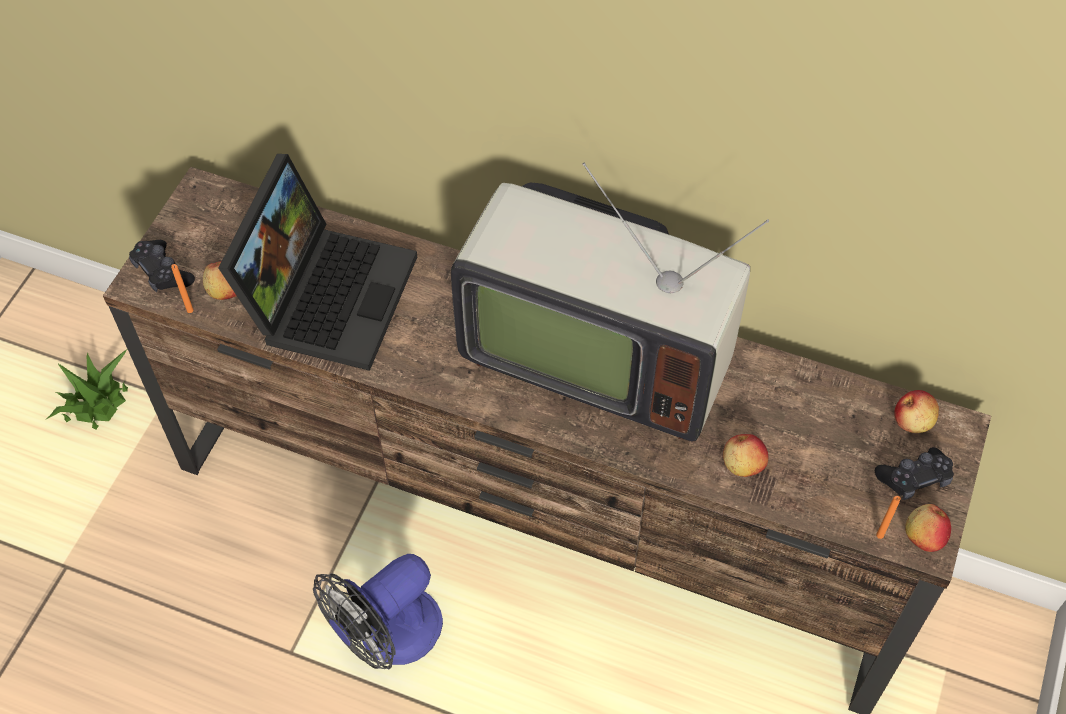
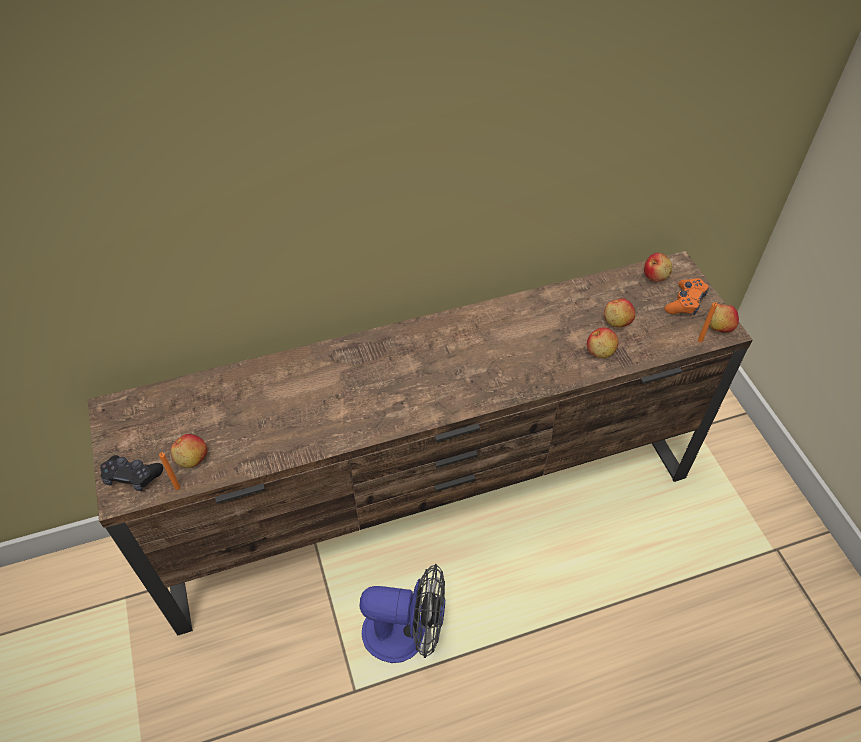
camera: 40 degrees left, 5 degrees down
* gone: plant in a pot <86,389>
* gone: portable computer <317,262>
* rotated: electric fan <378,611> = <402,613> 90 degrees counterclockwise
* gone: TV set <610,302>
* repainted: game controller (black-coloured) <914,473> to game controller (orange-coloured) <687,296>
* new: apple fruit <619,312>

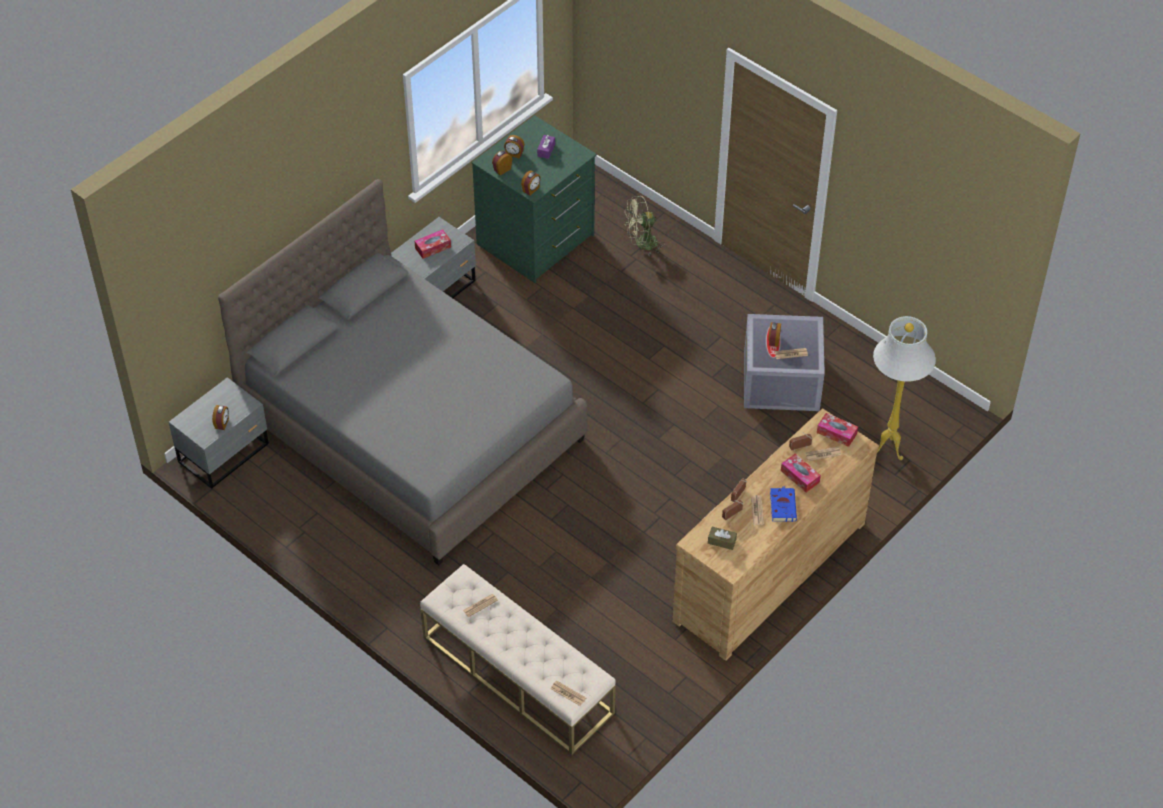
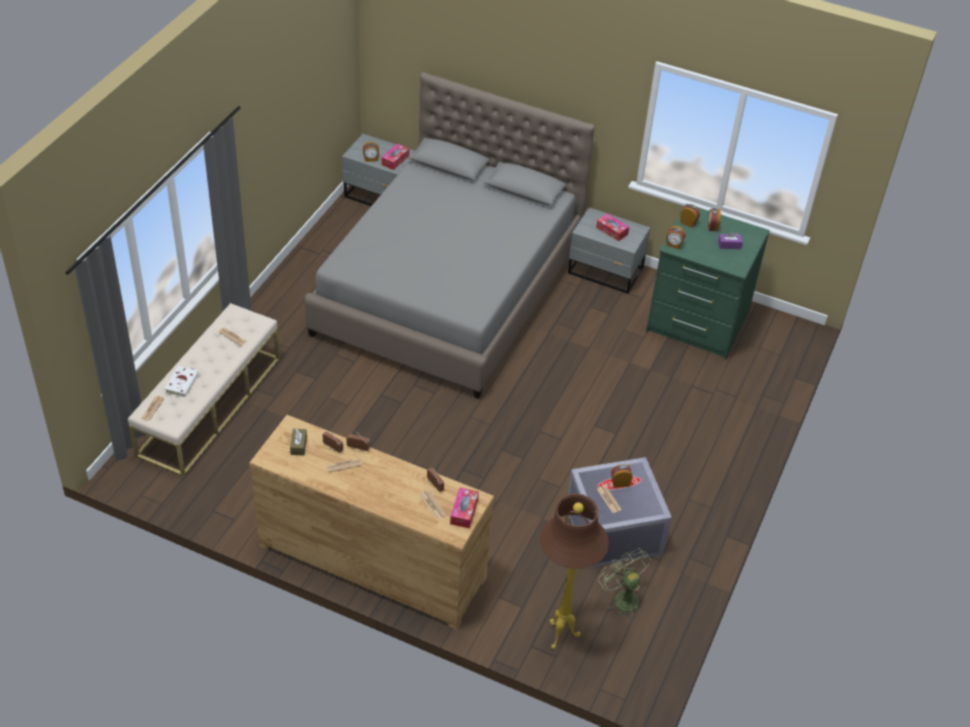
camera: 70 degrees right, 5 degrees down
* shifted: electric fan (green-coloured) <645,226> to <624,583>
* gone: volume (blue) <783,504>
* shifted: tissue box <801,473> to <395,157>
* repainted: standard lamp (whitish) <904,388> to standard lamp (brownish) <574,571>
* new: volume (whitish) <182,381>

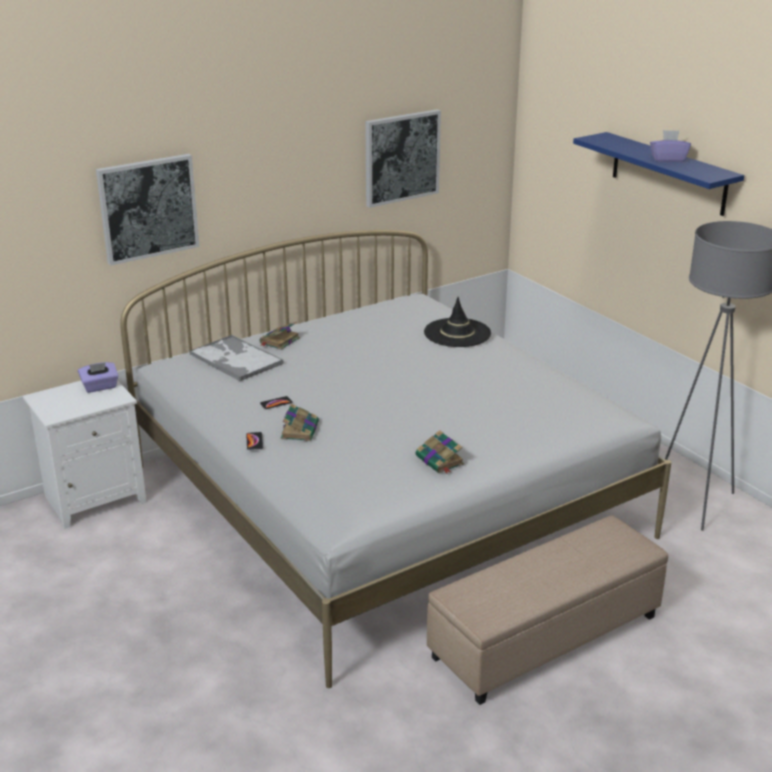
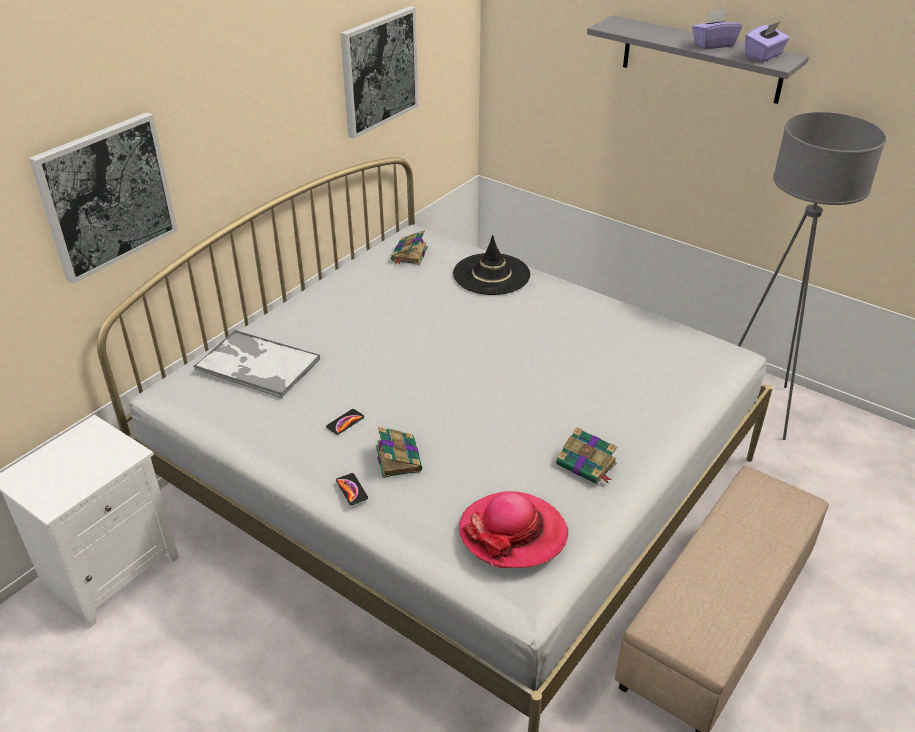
camera: 20 degrees left, 10 degrees up
* shifted: tissue box (purple) <98,377> to <767,41>
* shifted: volume <279,336> to <409,247>
* repainted: shelf (blue) <658,174> to shelf (grey) <698,59>
* new: clothing hat <513,529>

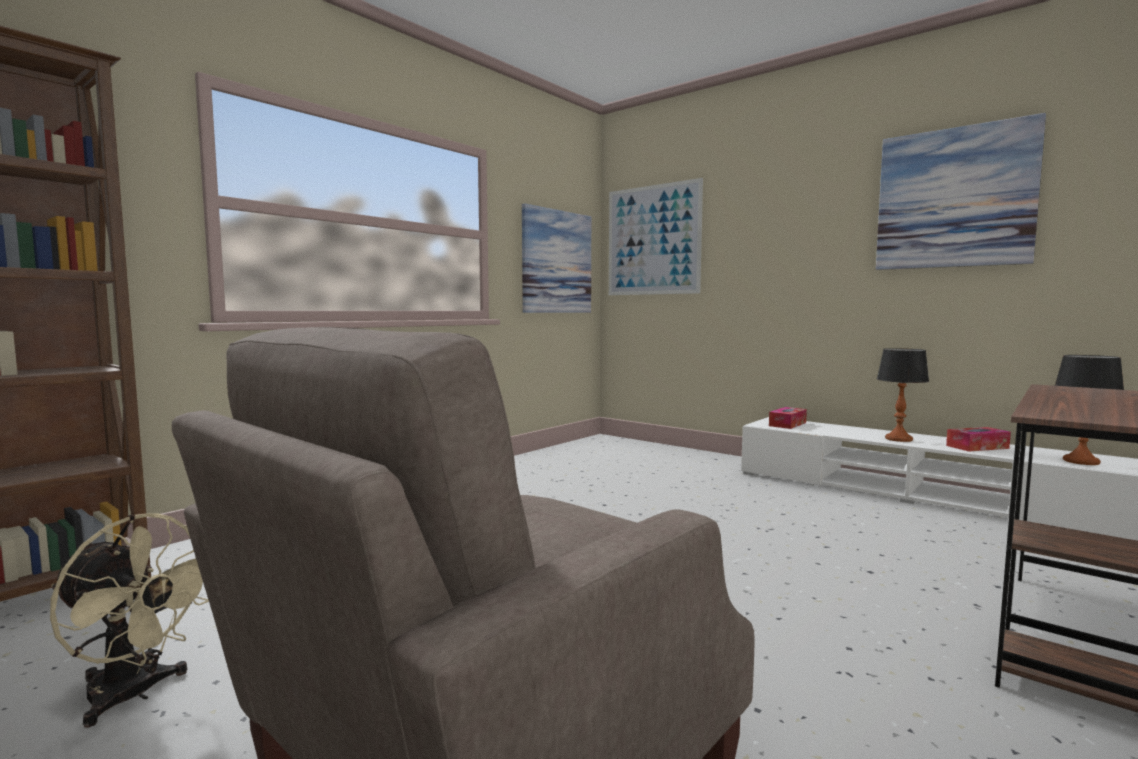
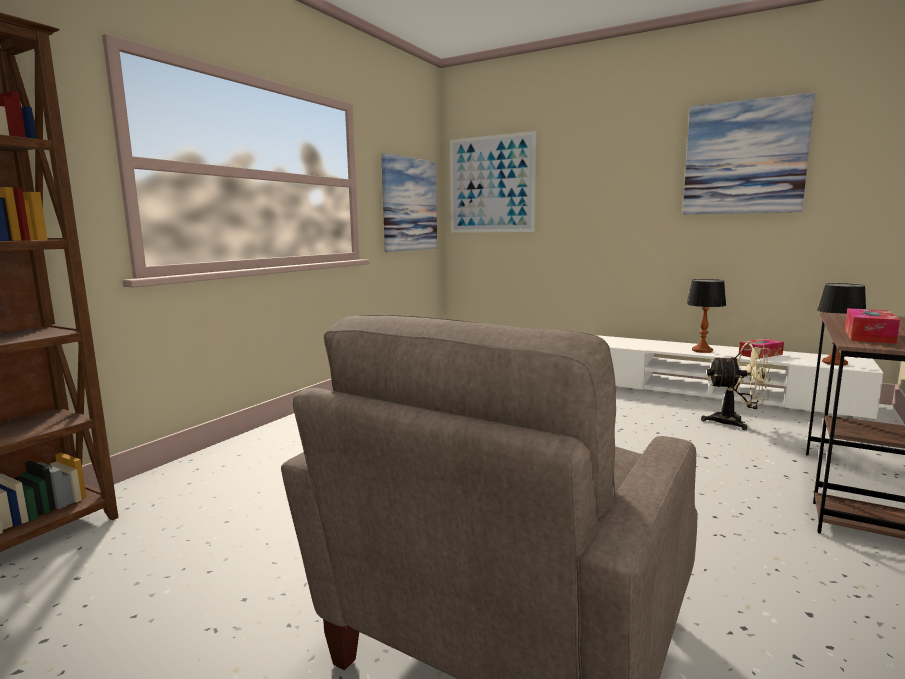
camera: 10 degrees left, 5 degrees up
* shifted: electric fan (sand-coloured) <129,620> to <737,386>
* shifted: tissue box <788,418> to <872,326>

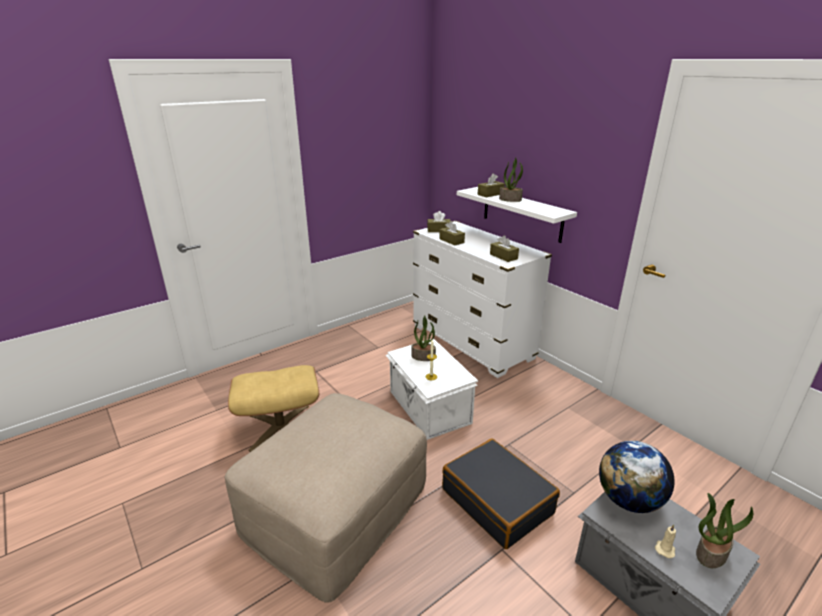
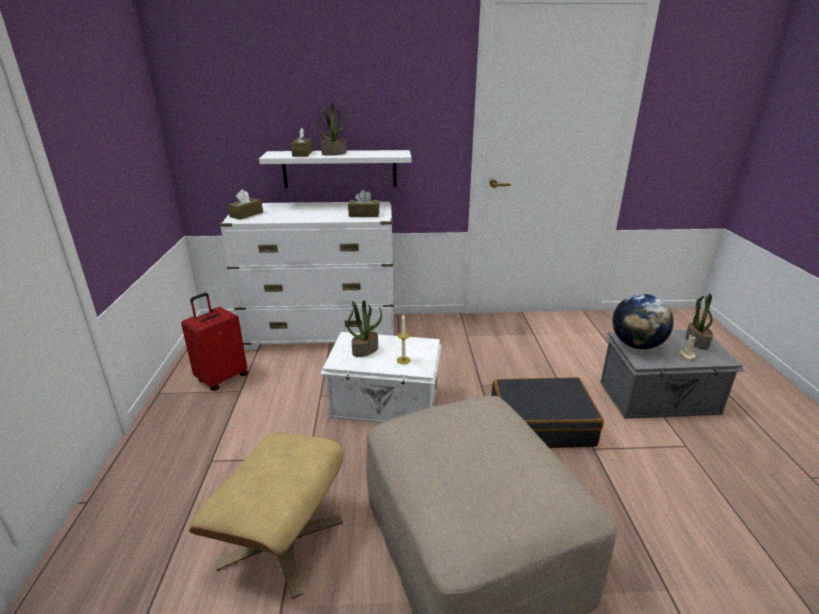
camera: 55 degrees left, 0 degrees up
* gone: tissue box (brownish) <452,233>
* new: travel case (red) <214,342>

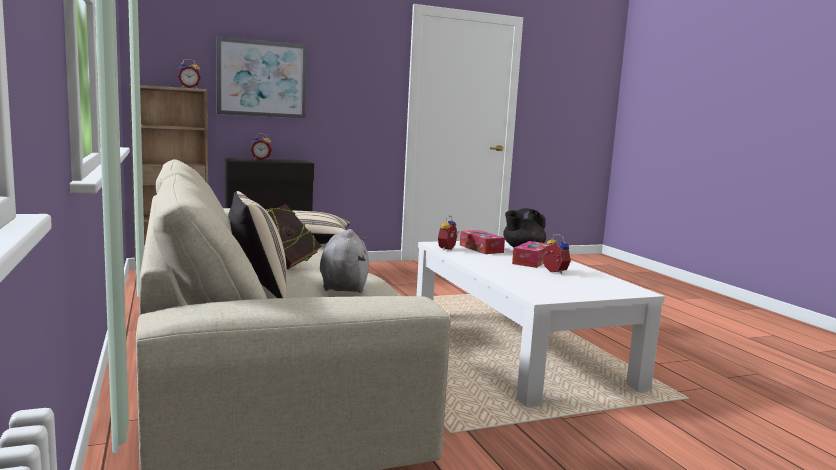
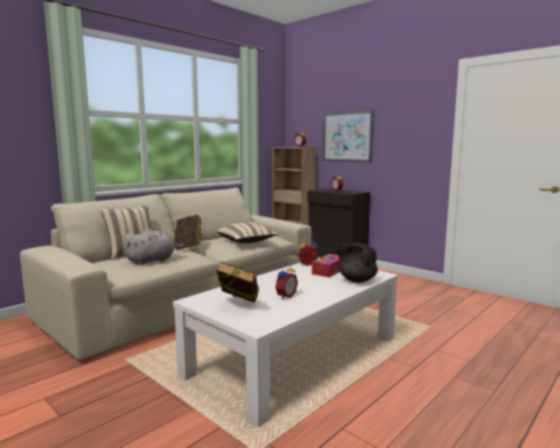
camera: 65 degrees right, 0 degrees up
* gone: tissue box <532,254>
* new: volume <237,282>

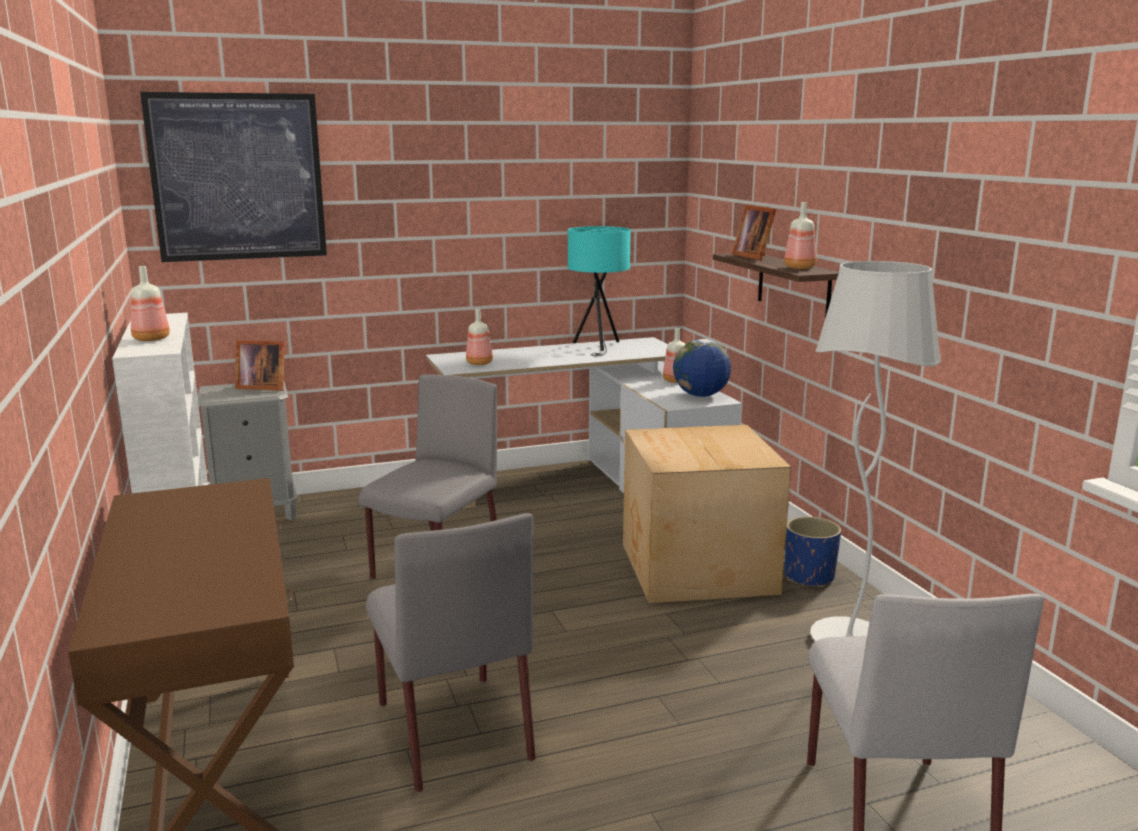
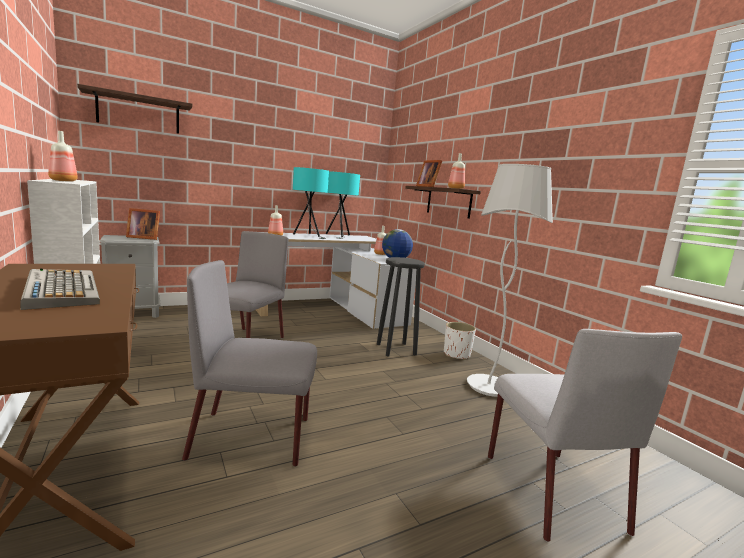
camera: 10 degrees left, 5 degrees down
* swapped: wall art <233,177> to shelf <134,109>
* rotated: upright chair (grey) <451,652> = <249,363> 120 degrees clockwise
* swapped: cardboard box <707,514> to sitting stool (black-coloured) <401,306>
* repainted: plant pot (blue) <813,552> to plant pot (whitish) <460,341>
* new: PC keyboard <60,289>
* new: lamp for a table (turquoise-coloured) <311,203>

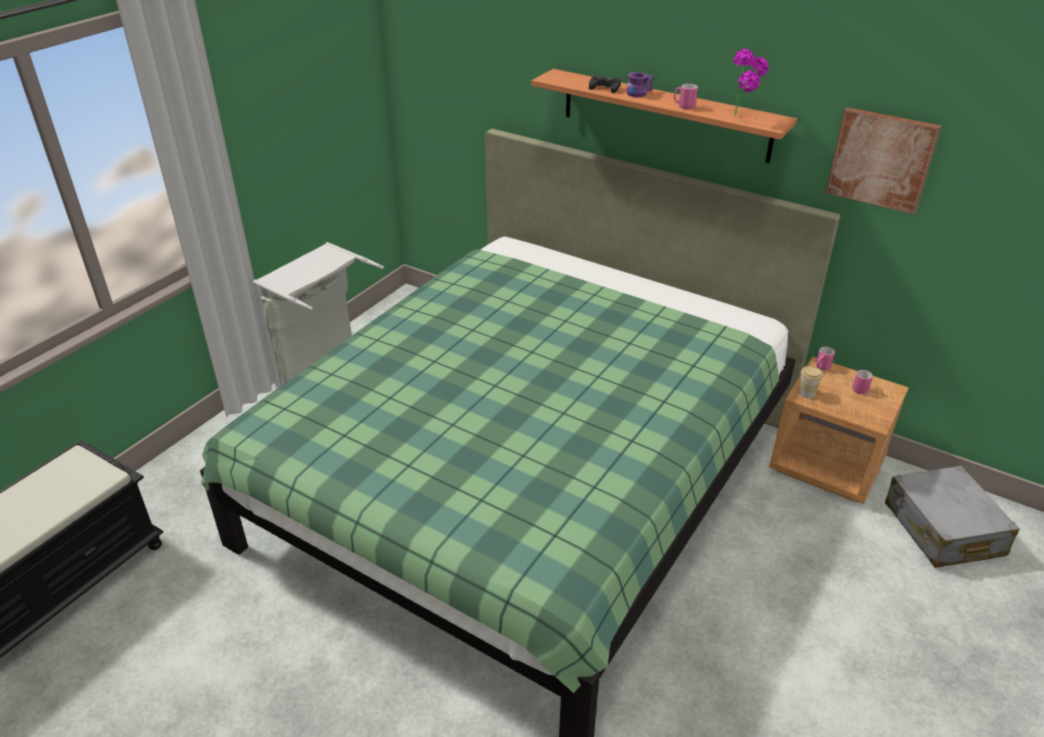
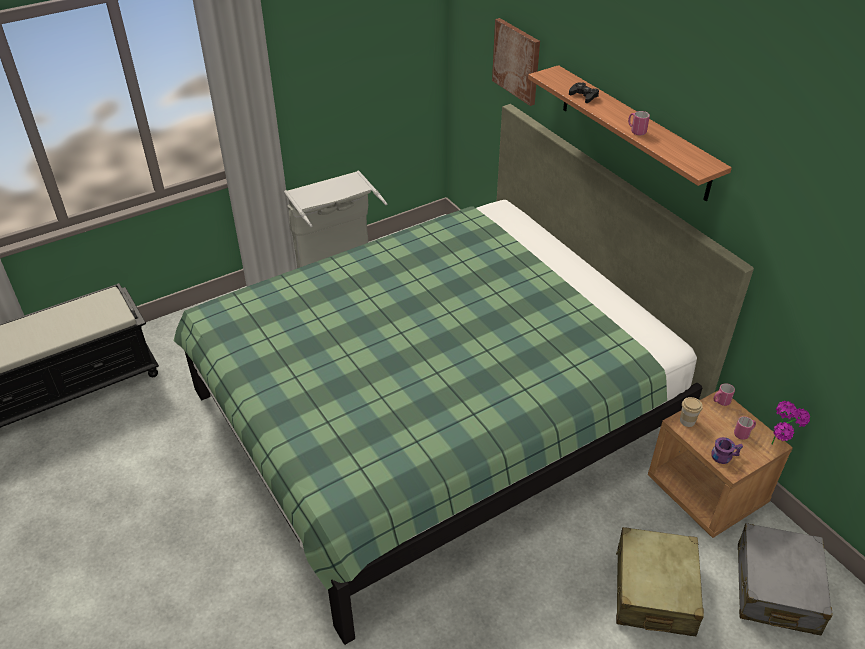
camera: 25 degrees right, 5 degrees up
* shifted: coffee mug (purple) <640,84> to <727,450>
* shifted: plant in a pot <751,82> to <791,422>
* shifted: wall art <883,160> to <516,62>
* new: travel case (sand-coloured) <660,581>

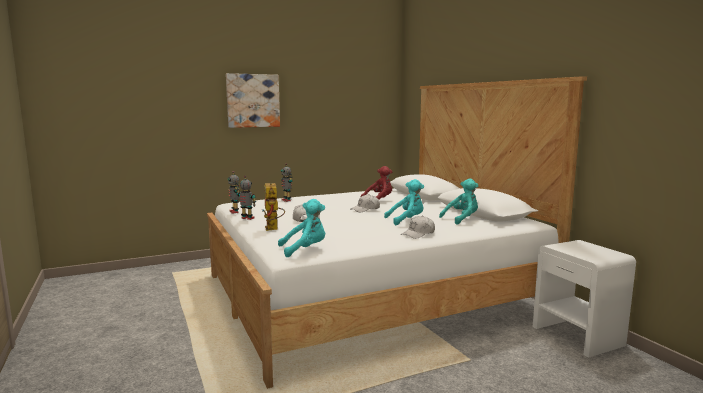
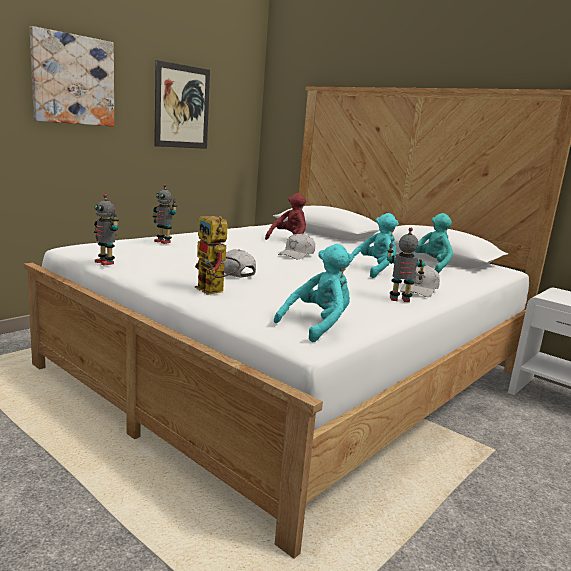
camera: 25 degrees left, 5 degrees up
* shifted: toy robot <246,198> to <406,265>
* new: wall art <182,104>

